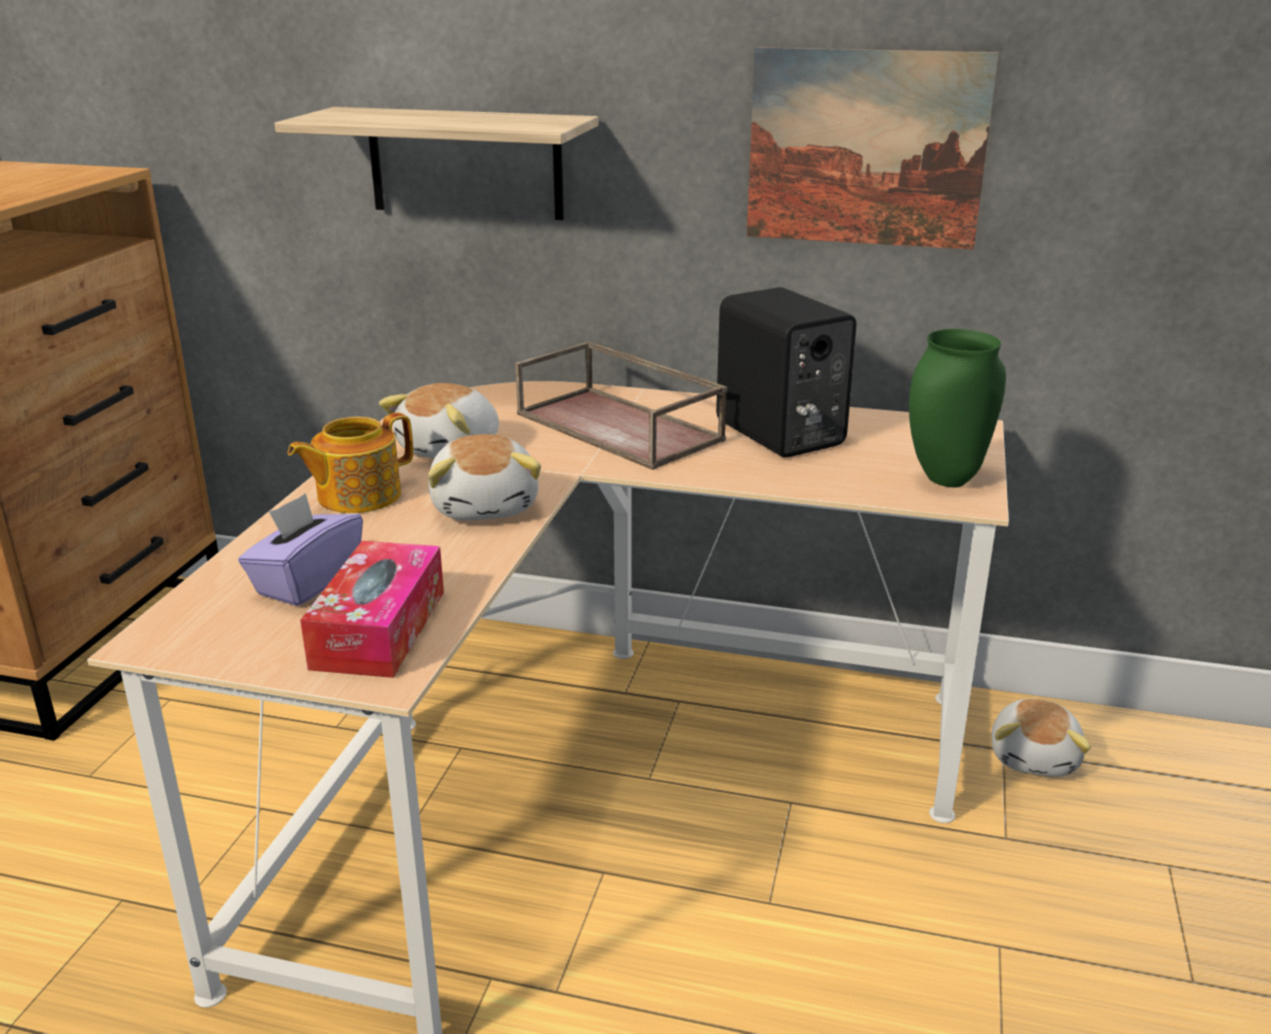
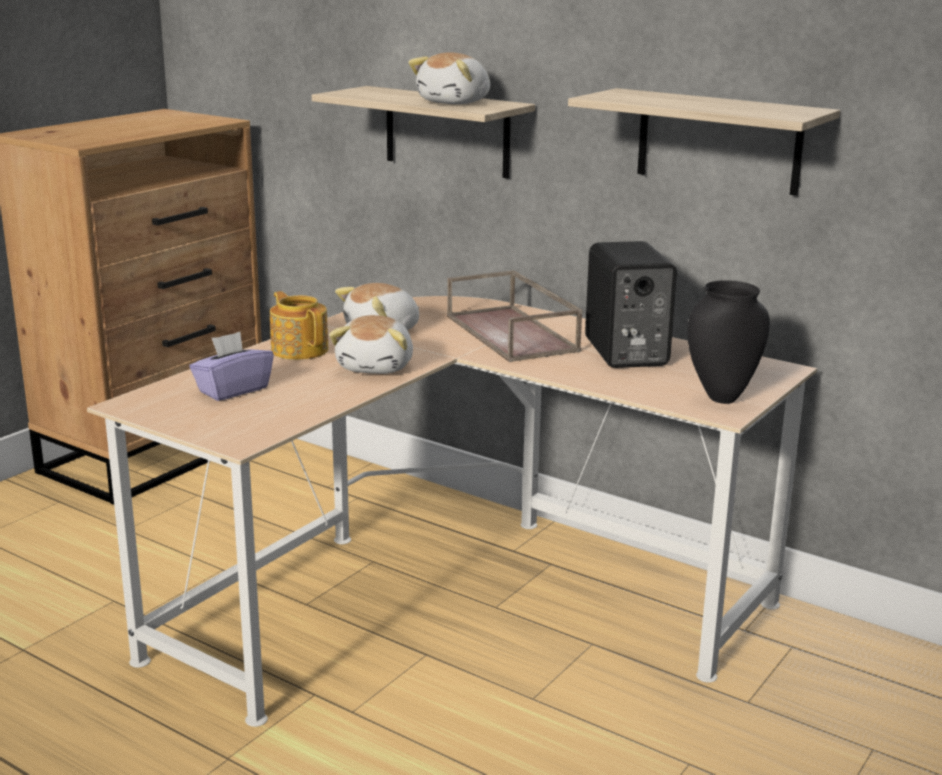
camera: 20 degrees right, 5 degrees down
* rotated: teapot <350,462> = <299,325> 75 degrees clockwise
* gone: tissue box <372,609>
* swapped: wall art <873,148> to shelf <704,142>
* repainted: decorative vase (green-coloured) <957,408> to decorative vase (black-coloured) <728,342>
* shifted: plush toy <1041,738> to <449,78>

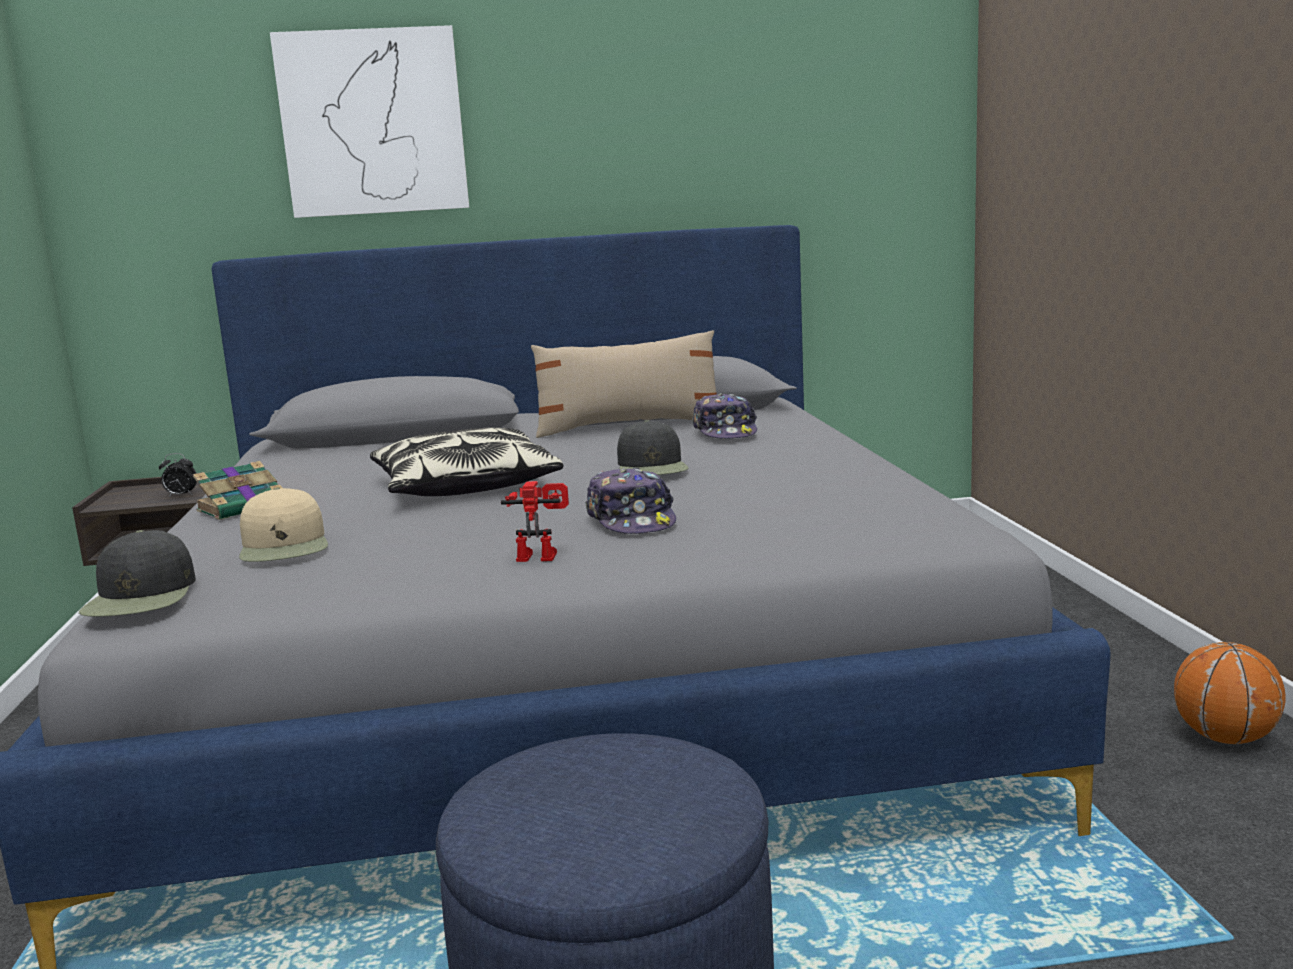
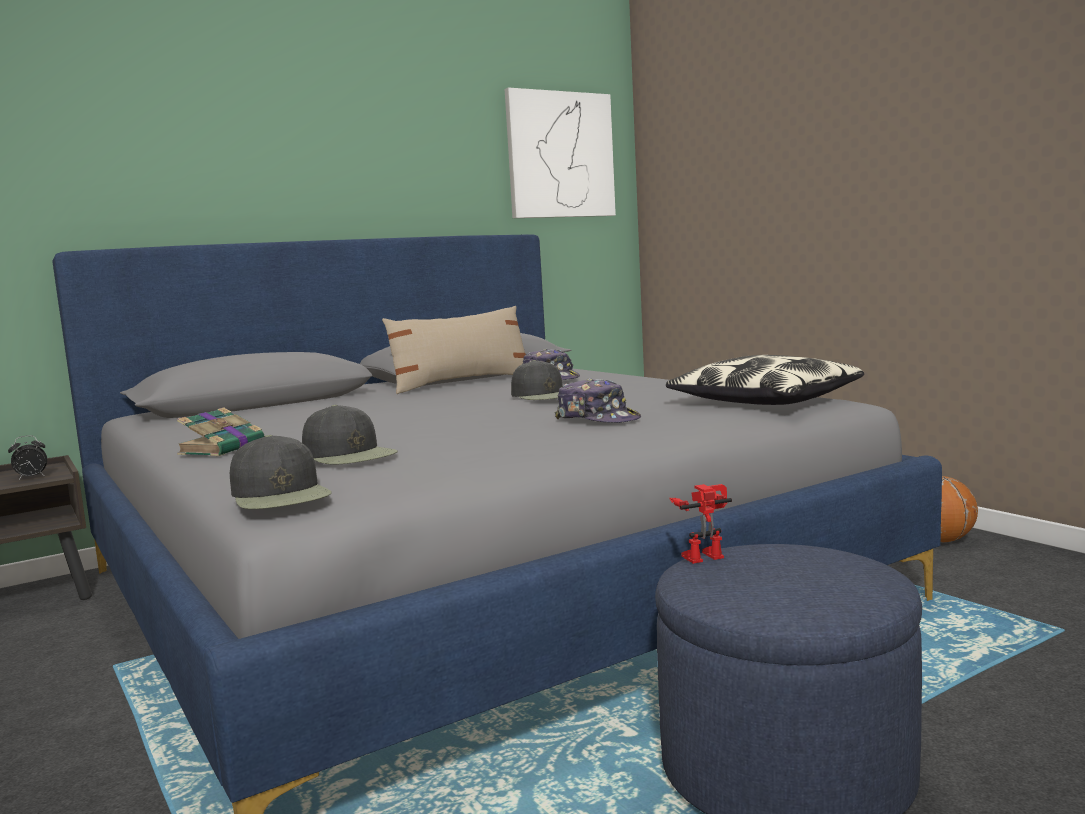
camera: 25 degrees left, 5 degrees down
* repainted: peaked cap (sand-coloured) <283,525> to peaked cap (black-coloured) <350,435>
* shifted: wall art <369,121> to <560,152>
* shifted: cushion <466,462> to <765,380>
* shifted: toy robot <535,521> to <700,524>

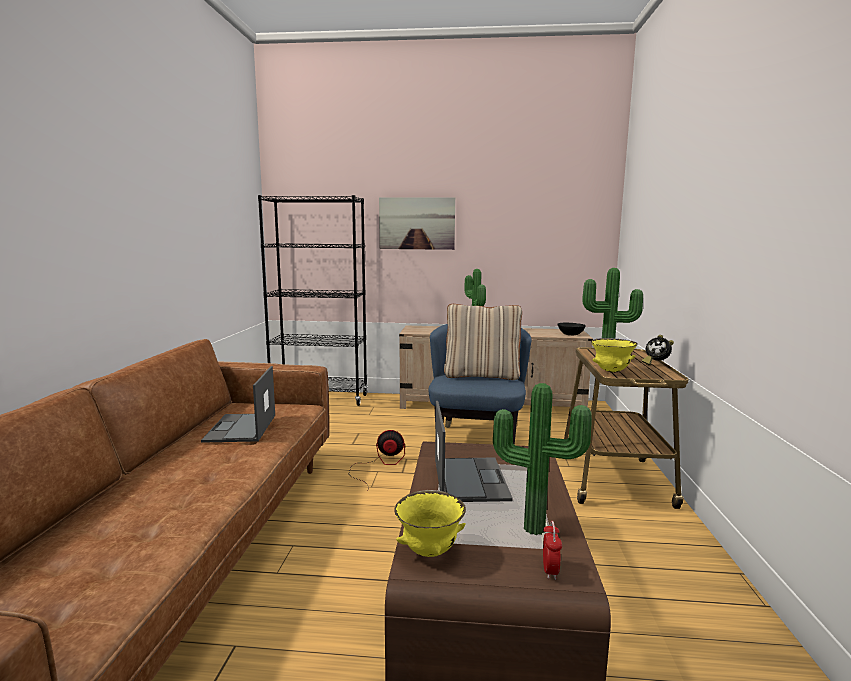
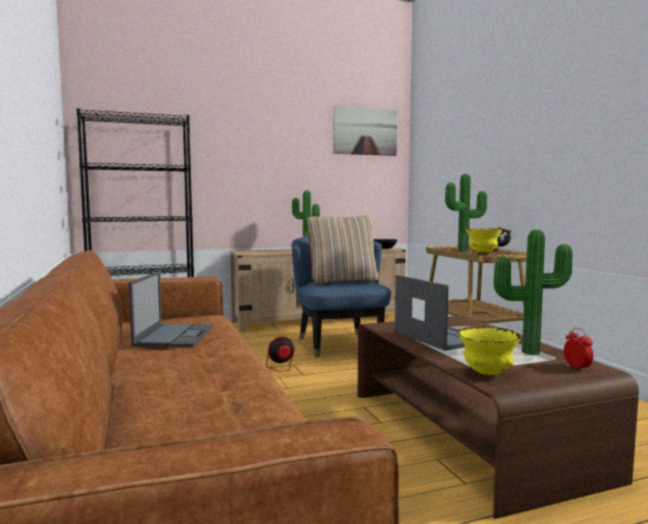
camera: 25 degrees left, 5 degrees down
* rotated: portable computer <238,404> = <171,309> 150 degrees counterclockwise
* shifted: wall art <417,223> to <365,131>

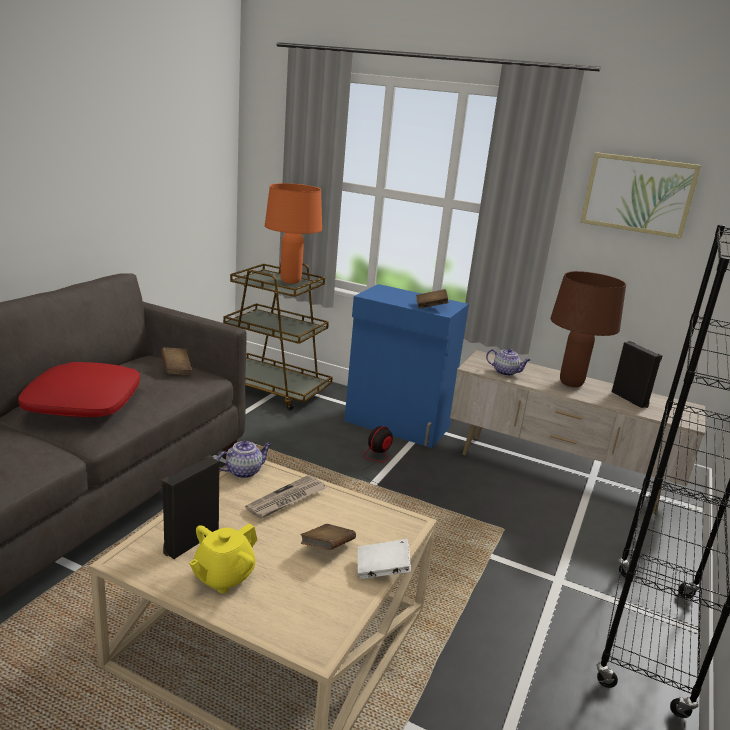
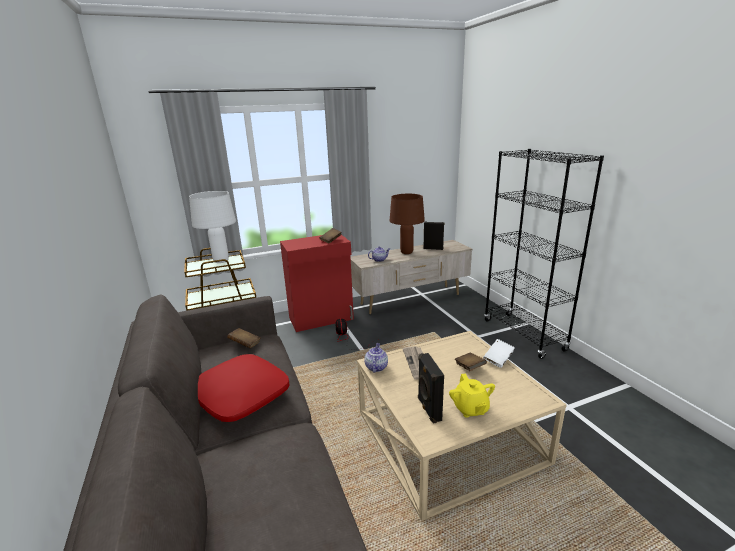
camera: 45 degrees left, 0 degrees up
* repainted: lamp for a table (orange-coloured) <293,233> to lamp for a table (whitish) <212,227>
* repainted: cabinet (blue) <406,366> to cabinet (red) <317,283>
* gone: wall art <640,195>

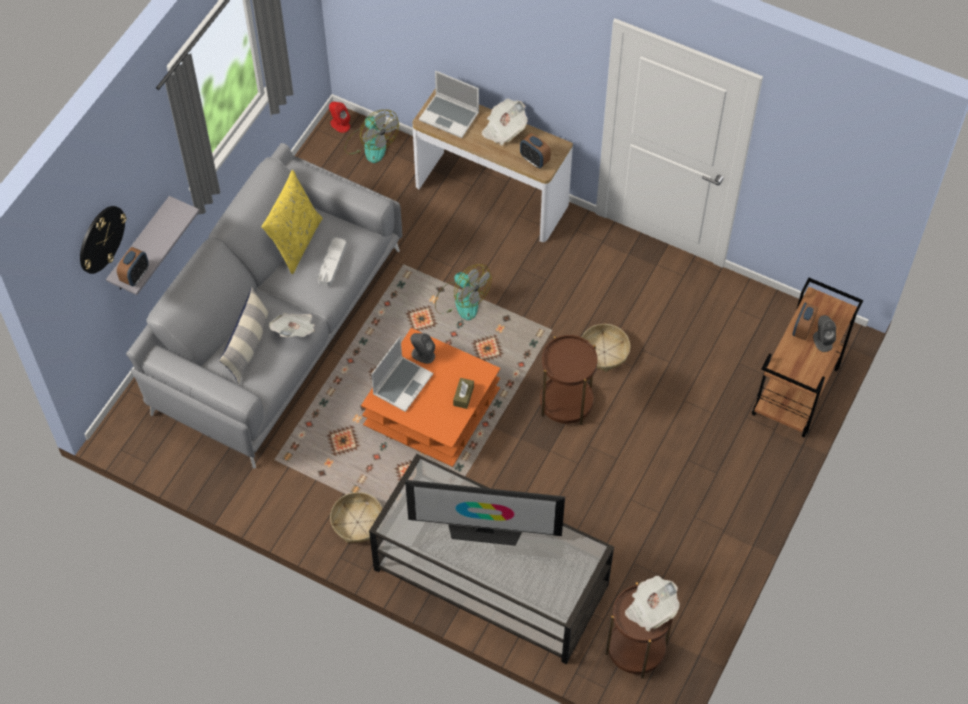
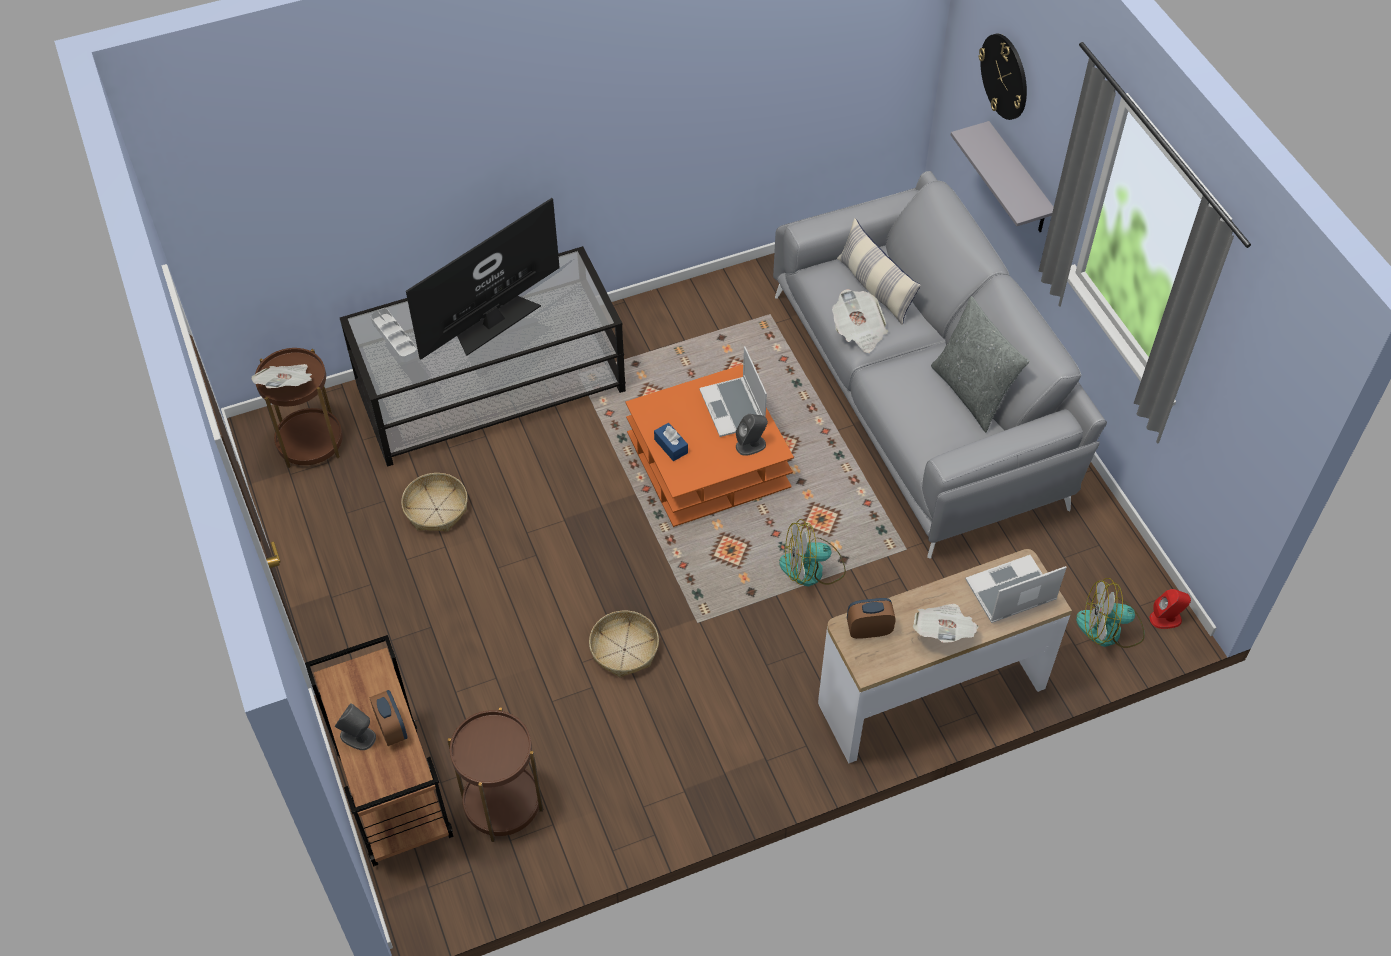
camera: 130 degrees right, 5 degrees down
* gone: bedside clock <133,266>
* repainted: cushion (yellowish) <292,222> to cushion (grey) <980,364>
* shifted: tray (grey) <331,262> to <394,335>
* shifted: storage basket <356,517> to <434,502>
* repainted: tissue box (brownish) <463,393> to tissue box (blue) <671,442>
* shifted: end table (brownish) <569,380> to <495,774>

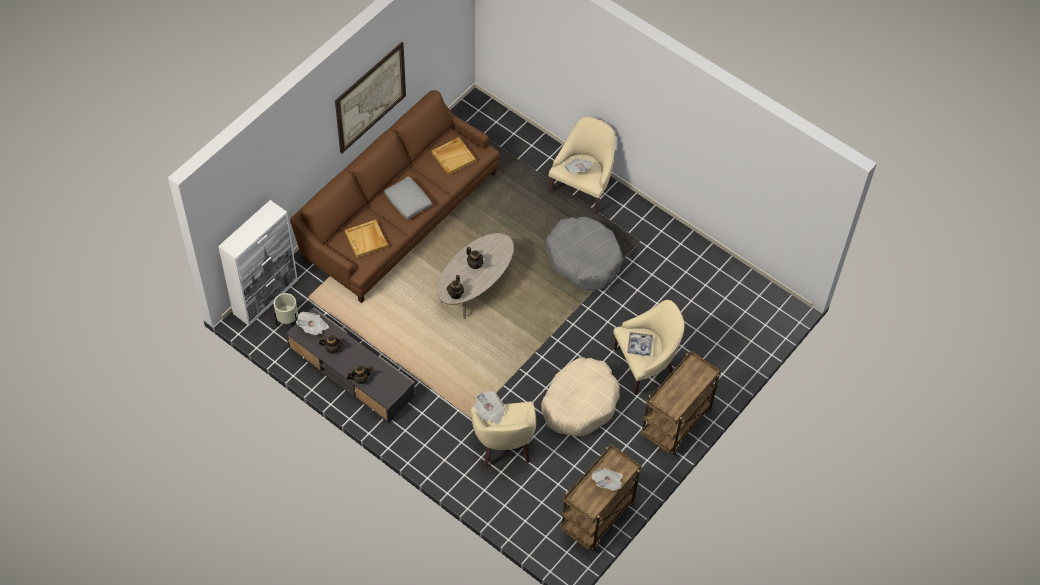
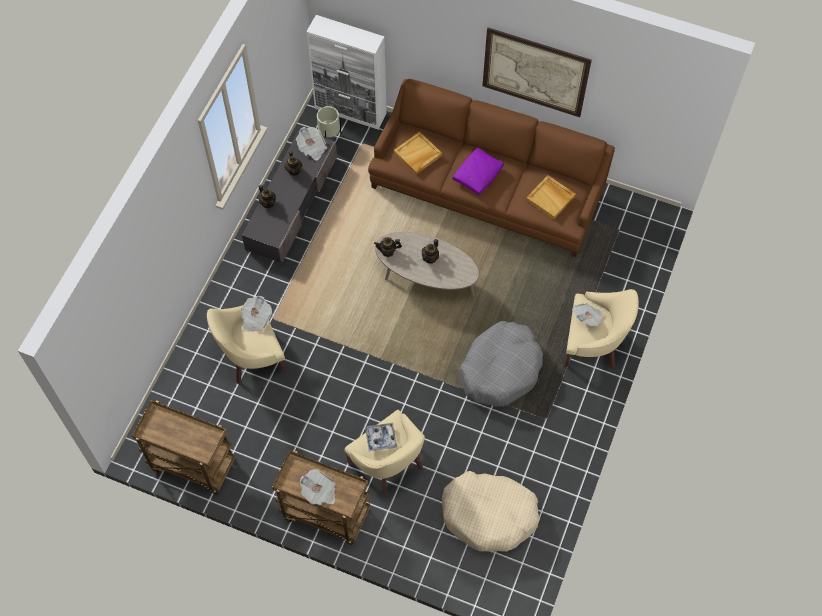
camera: 75 degrees right, 5 degrees up
* repainted: cushion (grey) <408,198> to cushion (purple) <478,171>
* shifted: dog cushion (sand-coloured) <580,396> to <491,511>
* shifted: daily paper <607,479> to <318,487>

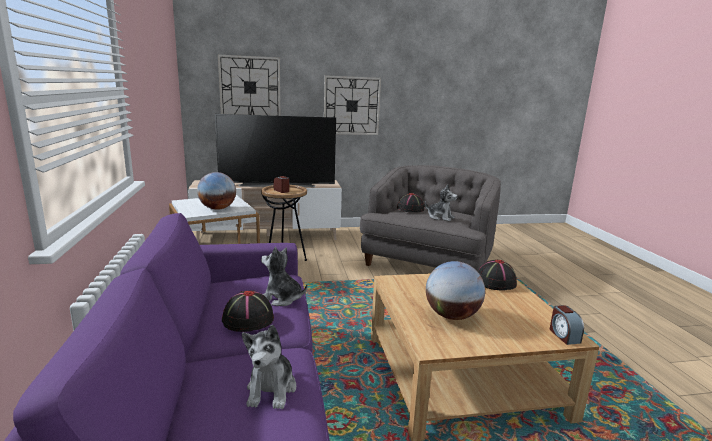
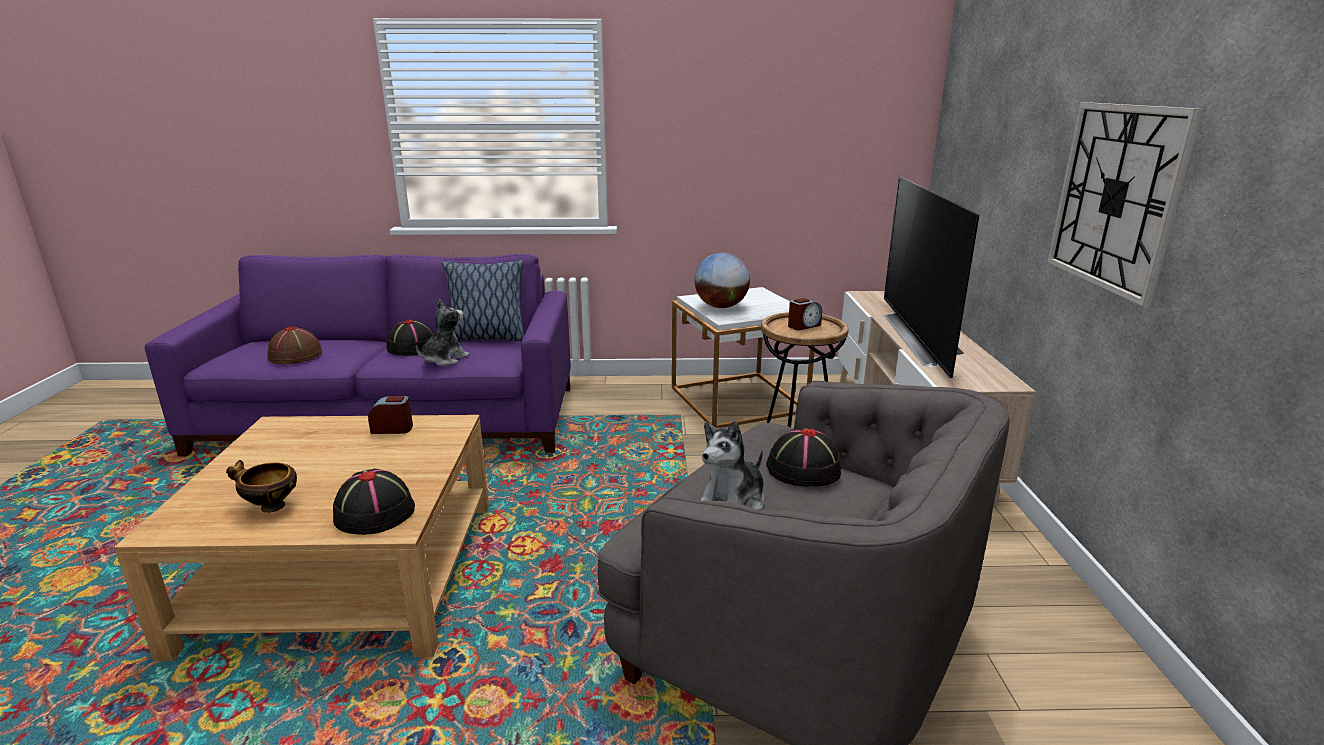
camera: 100 degrees right, 5 degrees up
* gone: wall clock <249,85>
* swapped: plush toy <269,367> to clothing hat (brownish) <294,345>
* gone: world globe <455,290>
* shifted: bedside clock <567,325> to <390,415>
* new: deep dish <261,486>
* new: cushion <482,301>

